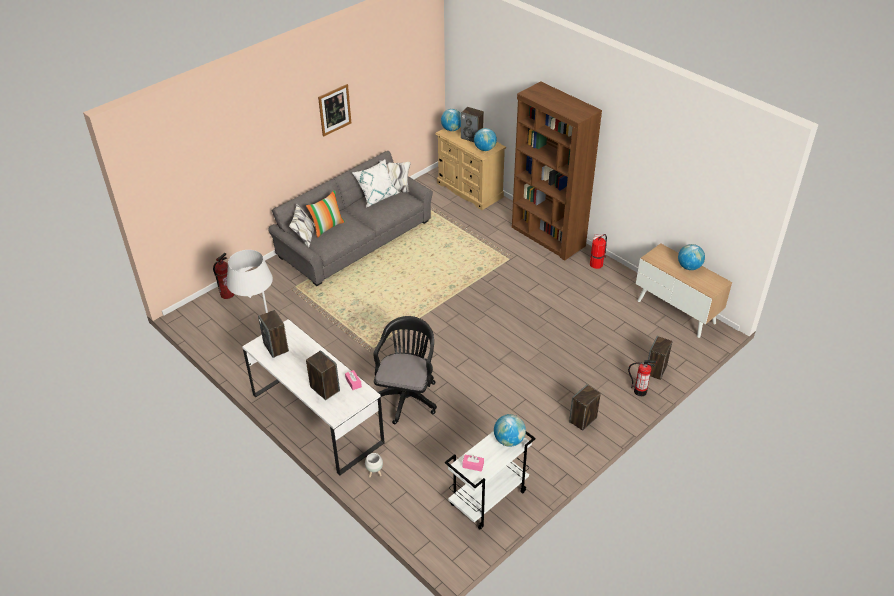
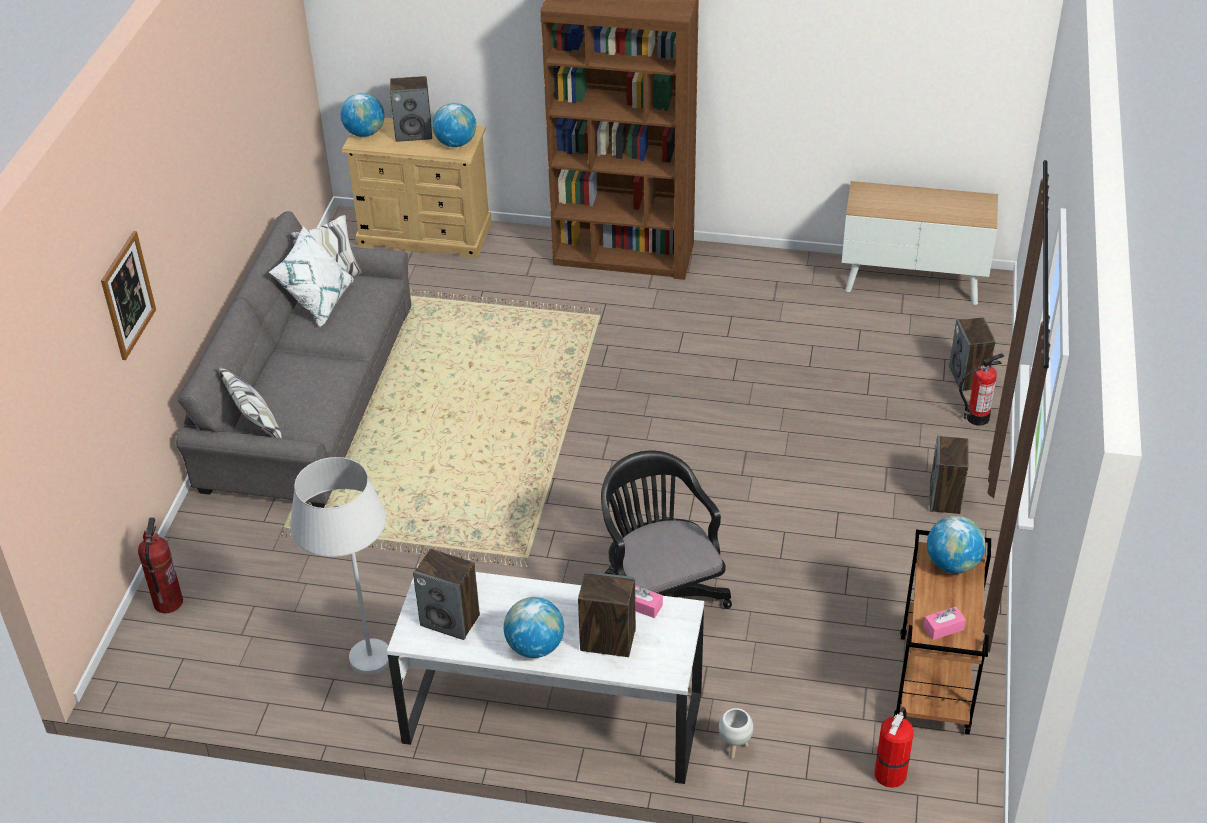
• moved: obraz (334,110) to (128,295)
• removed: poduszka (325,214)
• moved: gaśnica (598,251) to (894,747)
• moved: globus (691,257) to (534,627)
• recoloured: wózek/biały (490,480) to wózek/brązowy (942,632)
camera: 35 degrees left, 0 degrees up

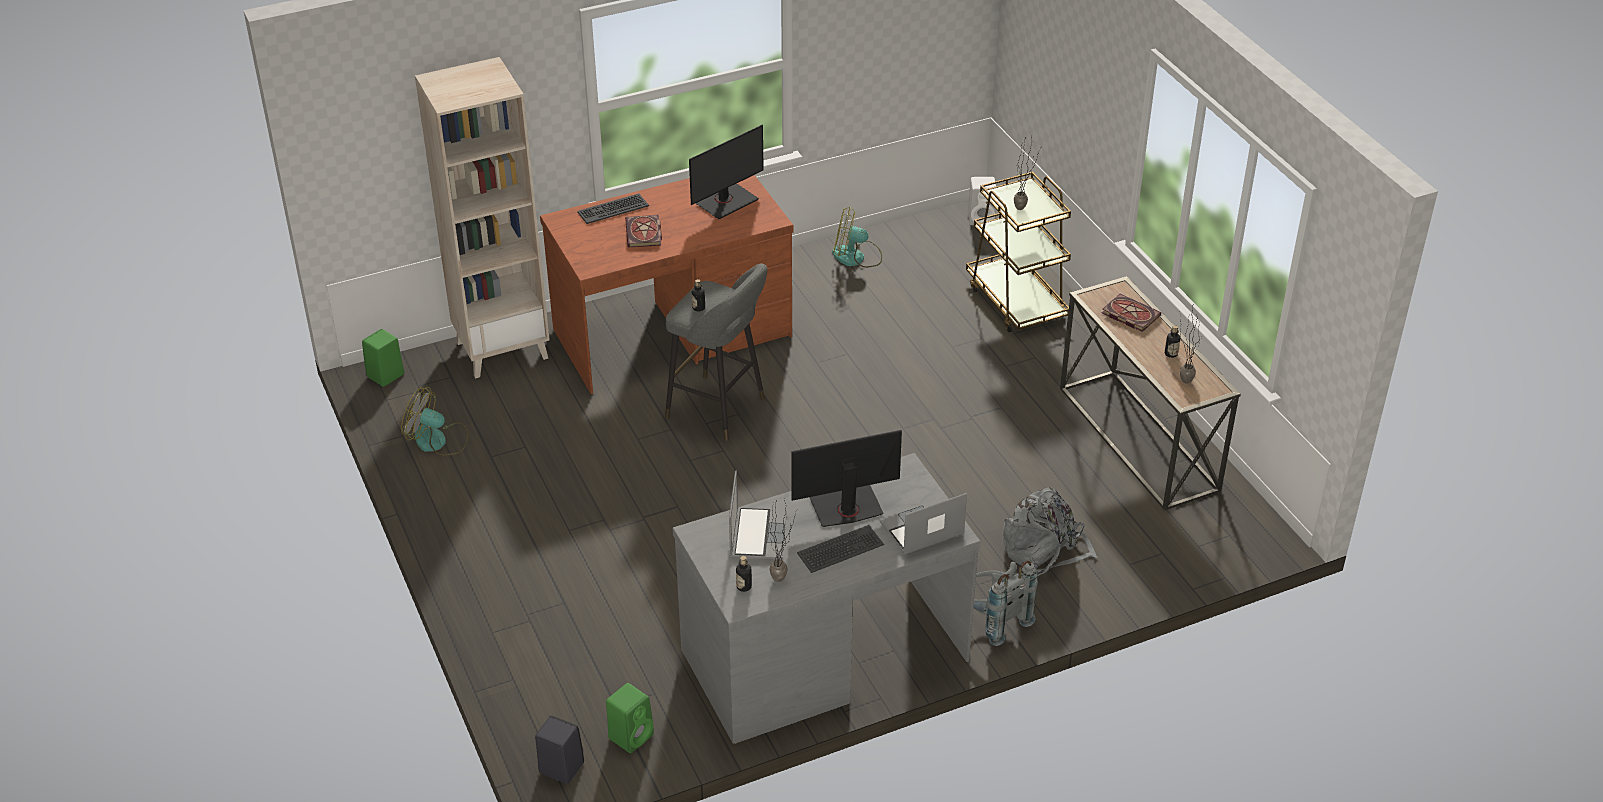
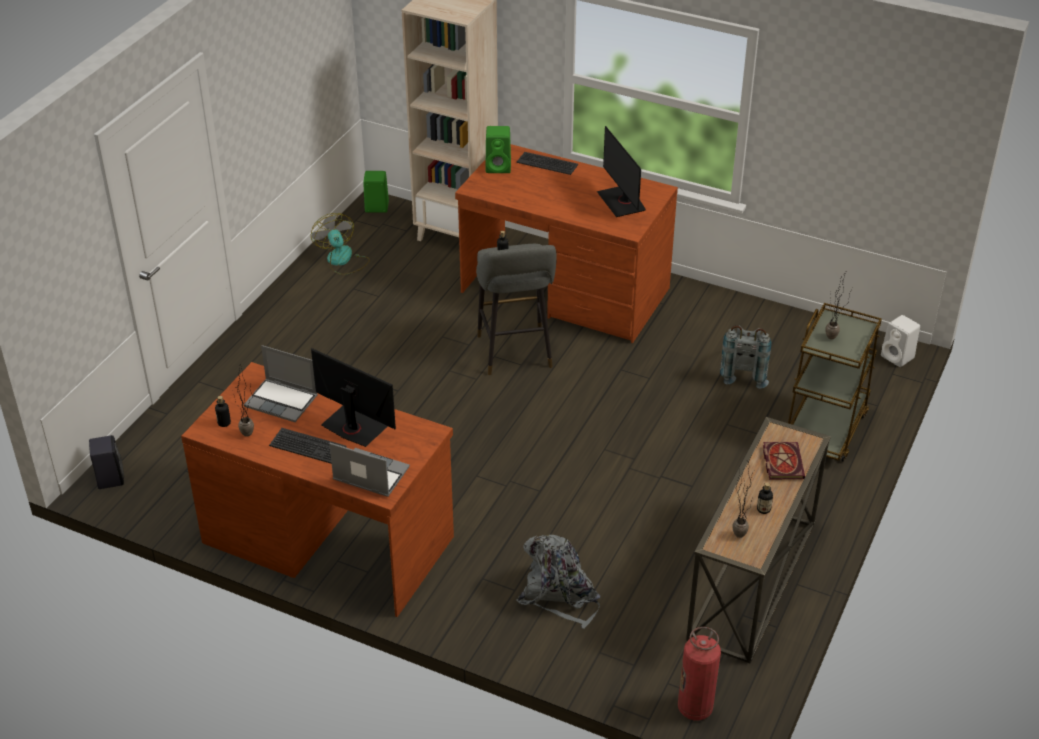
• turned: monitor (726,172) = (621,171) 60 degrees clockwise
• removed: wentylator (857,237)
• removed: książka (643,231)
• recoloured: biurko/szary (827,598) to biurko/brązowy (317,489)
• turned: laptop (758,515) = (281,383) 60 degrees clockwise
• moved: plecak/szary (1006,603) to (745,357)
• moved: głośnik/zielony (630,718) to (498,149)
• added: gaśnica (699,674)
camera: 50 degrees right, 0 degrees up

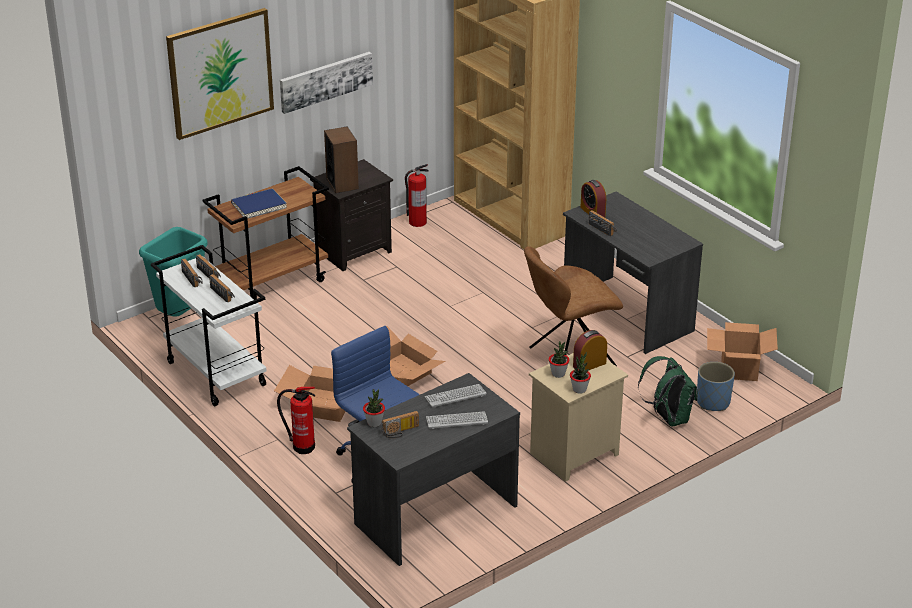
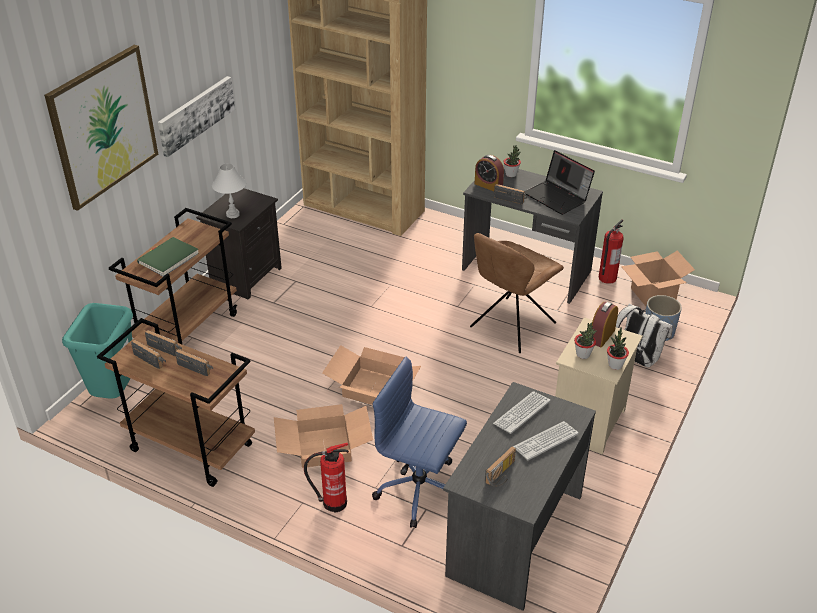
• replaced: głośnik (341,159) to lampa stołowa/biały (229,190)
• moved: gaśnica (417,195) to (611,251)
• recoloured: książka/niebieski (259,203) to książka/zielony (168,257)
• recoloured: wózek/biały (209,325) to wózek/brązowy (176,402)
• recoloured: plecak/zielony (668,391) to plecak/biały (644,335)
• moved: roślina doniczkowa (374,408) to (512,161)
• added: laptop (560,182)
camera: 25 degrees left, 5 degrees up

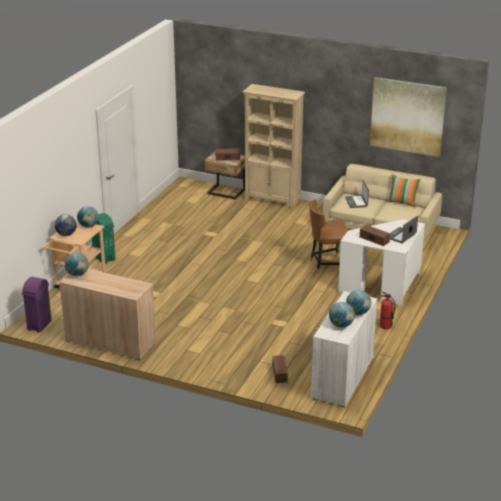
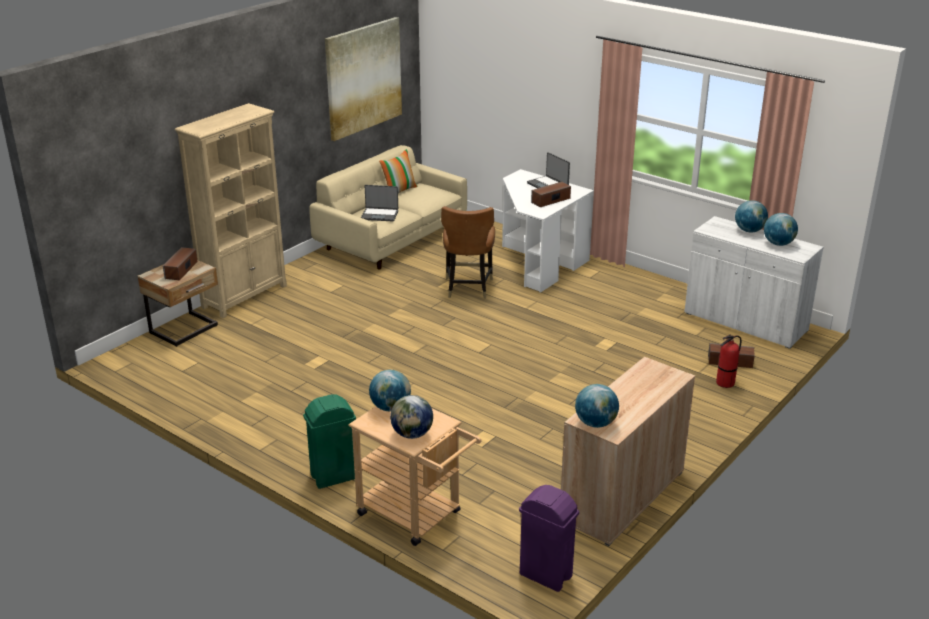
• moved: gaśnica (387,310) to (728,361)
camera: 75 degrees left, 0 degrees up

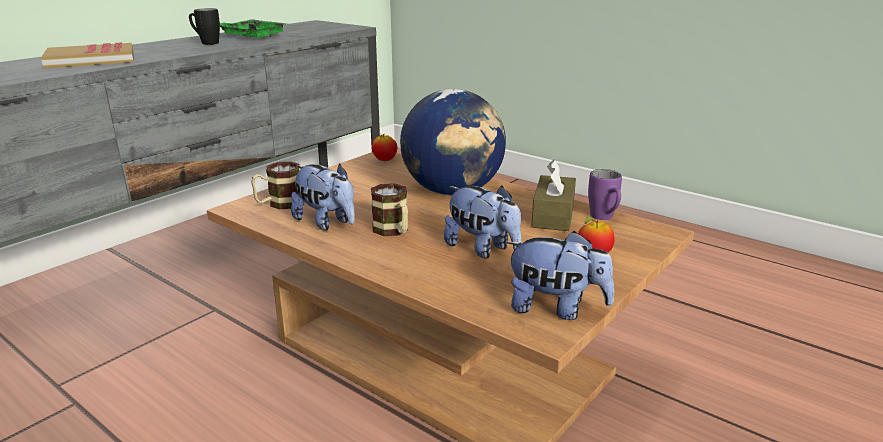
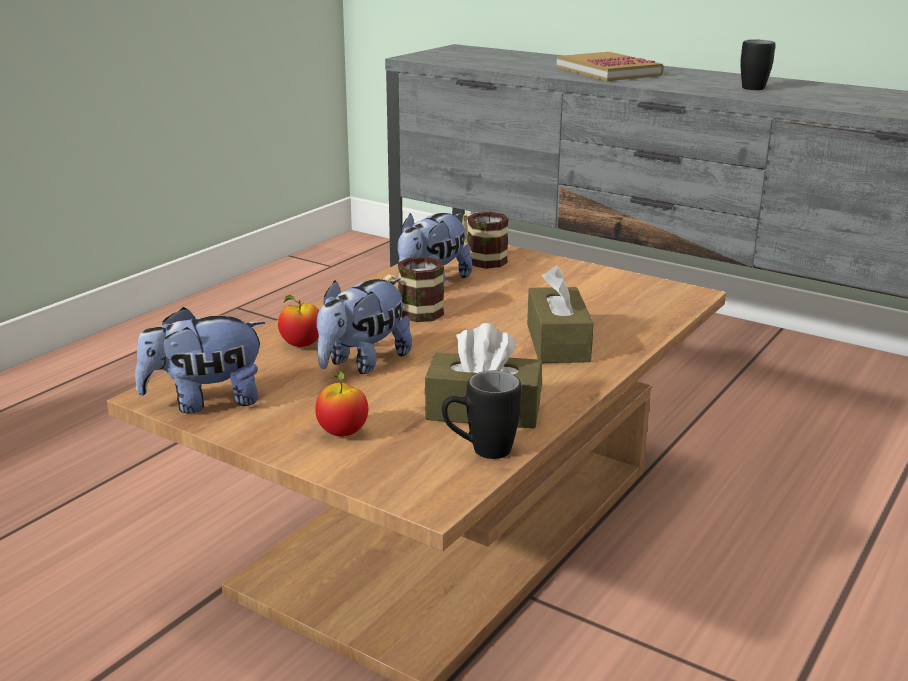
• removed: taca/zielony (253,28)
• replaced: globus (453,142) to pudełko chusteczek/brązowy (560,314)
• moved: jabłko (384,147) to (298,321)
• recoloured: kubek/fioletowy (605,194) to kubek/czarny (481,415)
• turned: pluszak (560,275) = (200,360) 60 degrees clockwise
camera: 85 degrees right, 0 degrees up

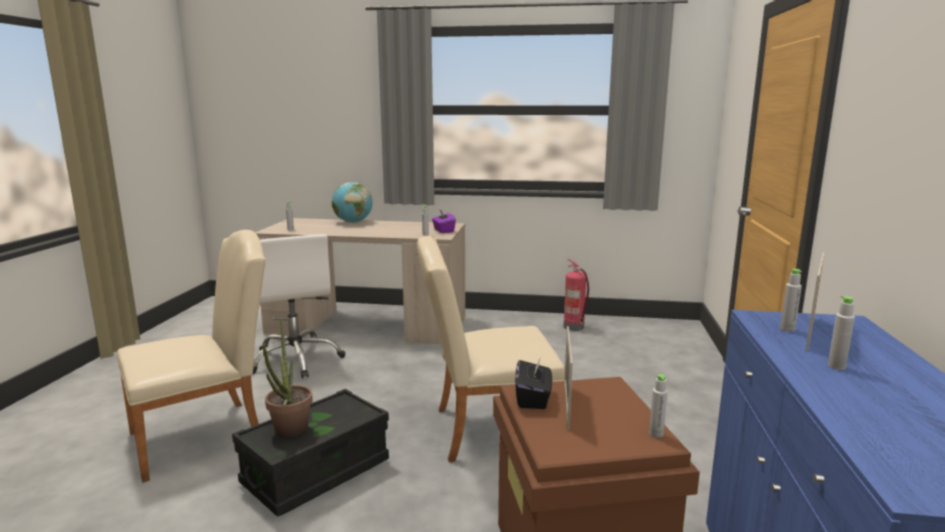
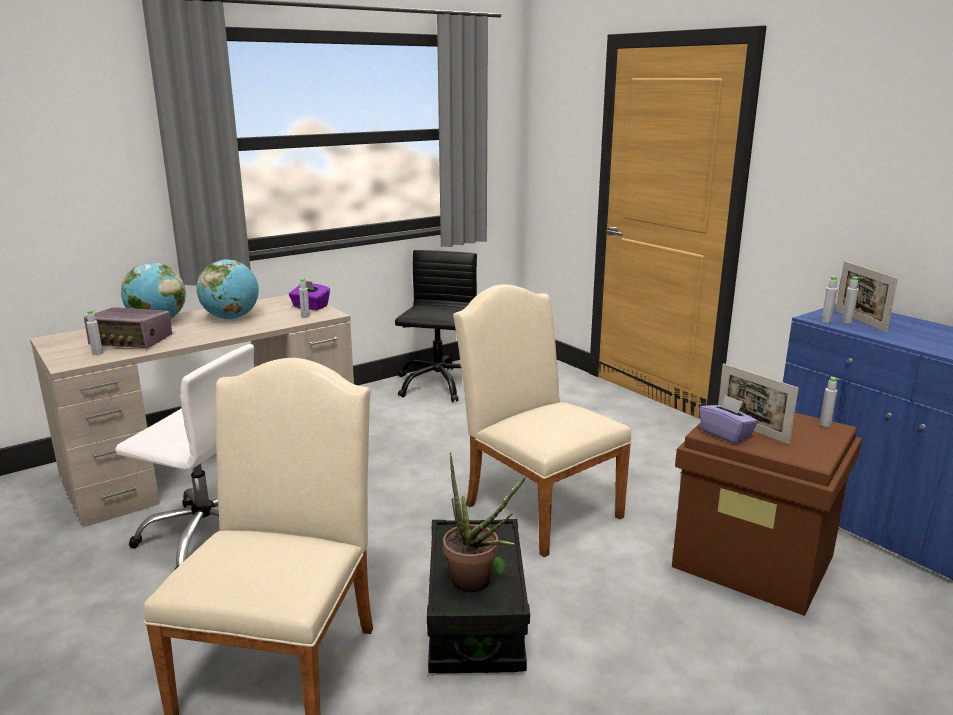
• turned: krzesło/beżowy (491,349) = (542,421) 105 degrees clockwise
• replaced: gaśnica (576,295) to krzesło biurowe/czarny (436,326)
• moved: butelka/szary (841,333) to (829,299)
• recoloured: pudełko chusteczek/czarny (533,384) to pudełko chusteczek/fioletowy (728,419)
• added: globus (228,289)
• added: radio (128,327)
camera: 45 degrees left, 5 degrees up

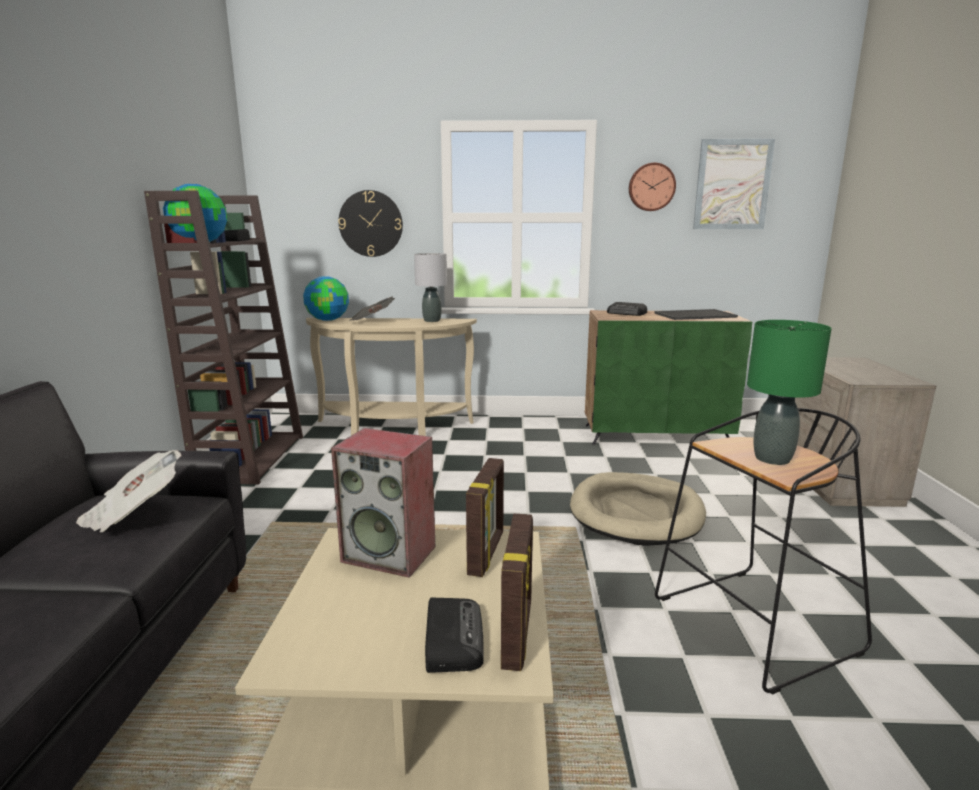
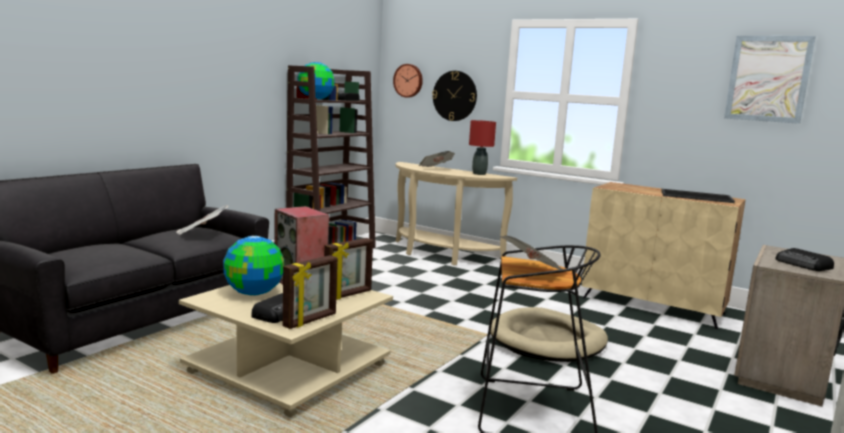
• moved: zegar ścienny (652,187) to (408,81)
• recoloured: lampa stołowa/szary (430,287) to lampa stołowa/czerwony (482,147)
• moved: globus (326,298) to (253,266)
• moved: radio (627,309) to (804,259)
• recoloured: szafka/zielony (668,377) to szafka/beżowy (664,255)
• replaced: lampa stołowa/zielony (789,392) to gazeta (531,252)
camera: 30 degrees right, 5 degrees down

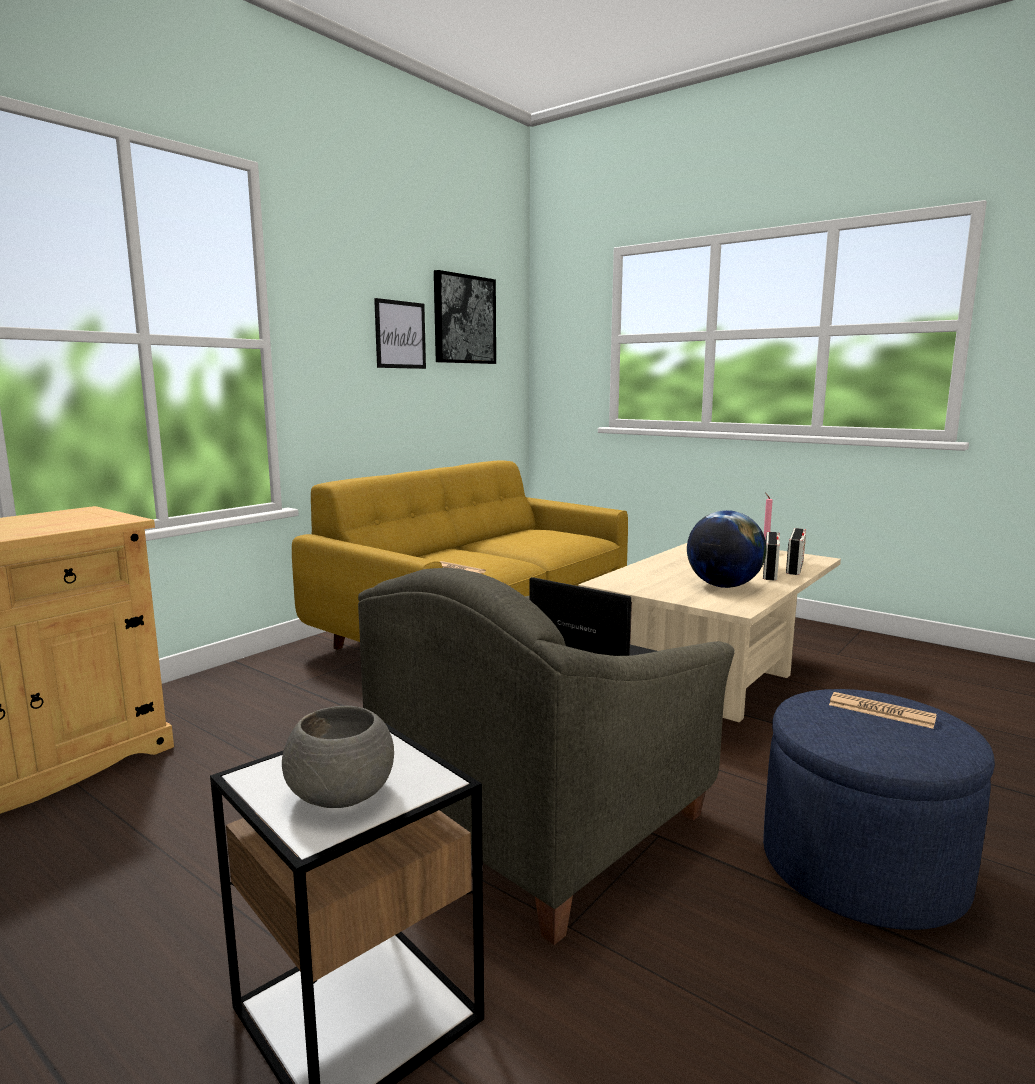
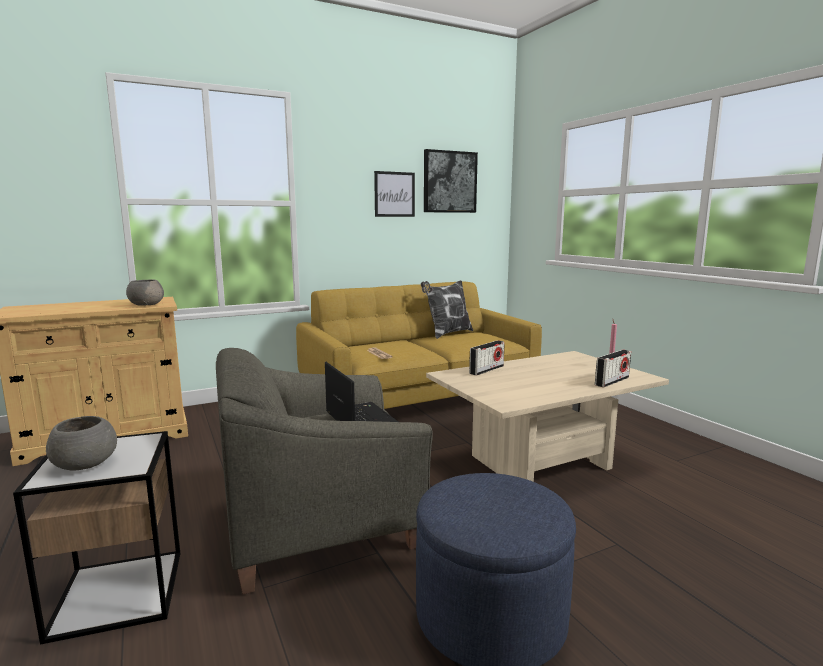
• removed: globus (727,549)
• moved: radio (771,556) to (487,358)
• removed: gazeta (883,710)
• added: miska/szary (145,293)
• added: poduszka (447,309)
camera: 25 degrees right, 0 degrees up

